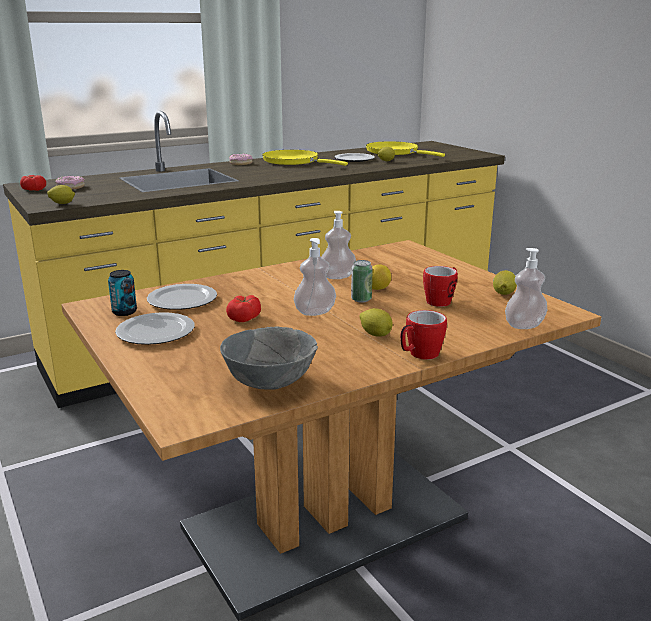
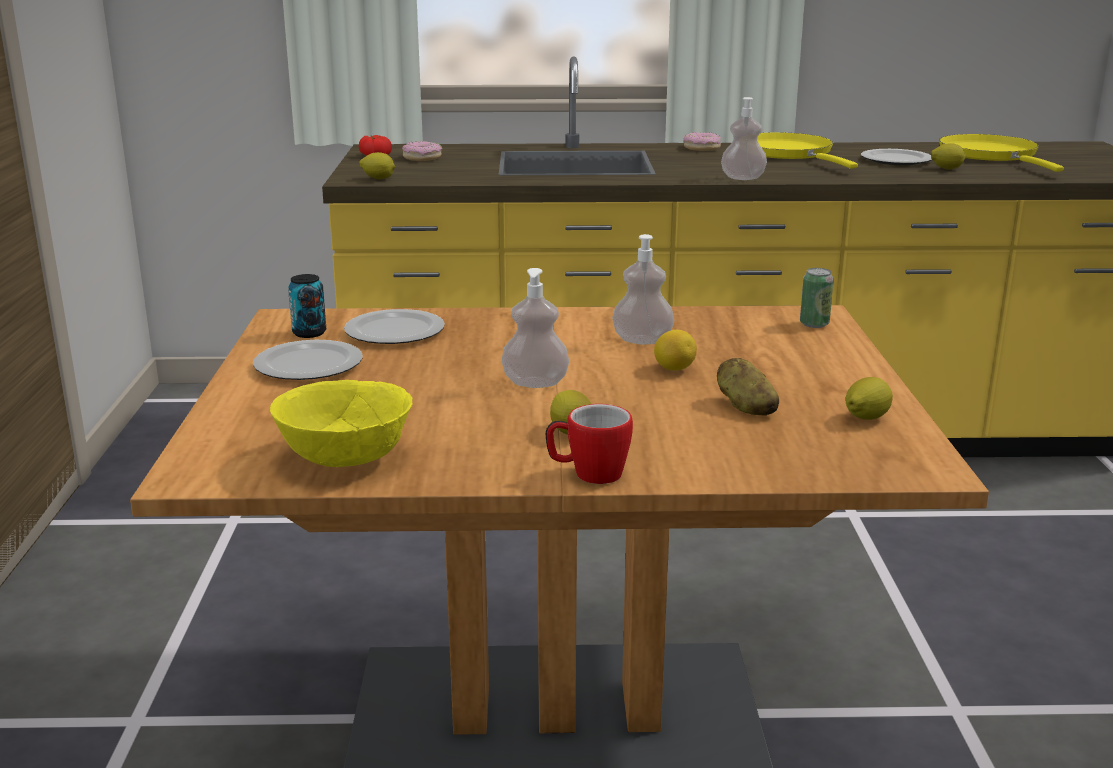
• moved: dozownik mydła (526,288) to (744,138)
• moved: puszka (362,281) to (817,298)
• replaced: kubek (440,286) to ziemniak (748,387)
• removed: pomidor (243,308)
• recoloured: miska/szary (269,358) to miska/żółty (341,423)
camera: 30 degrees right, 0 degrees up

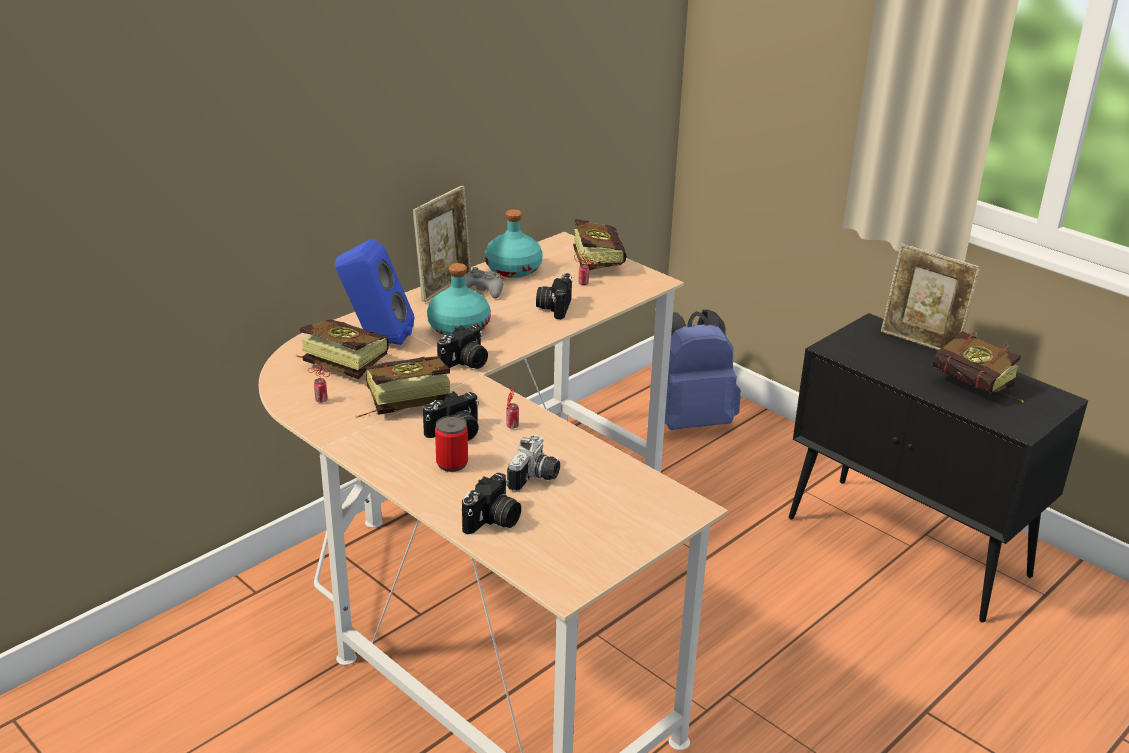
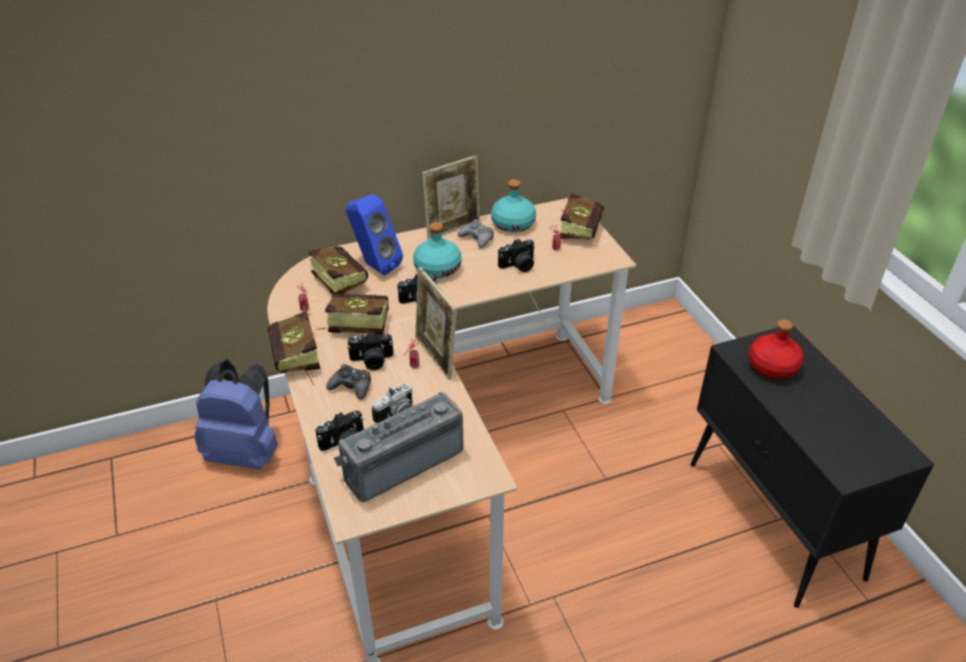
• moved: ramka na zdjęcie (931,296) to (436,323)
• turned: aparat fotograficzny (554,296) = (516,255) 150 degrees counterclockwise
• moved: plecak/niebieski (703,370) to (236,414)
• moved: książka (978,367) to (294,348)
• replaced: puszka (451,444) to pad do gier/czarny (348,382)
• added: butelka/czerwony (776,349)
• added: radio (399,447)
camera: 25 degrees right, 10 degrees up

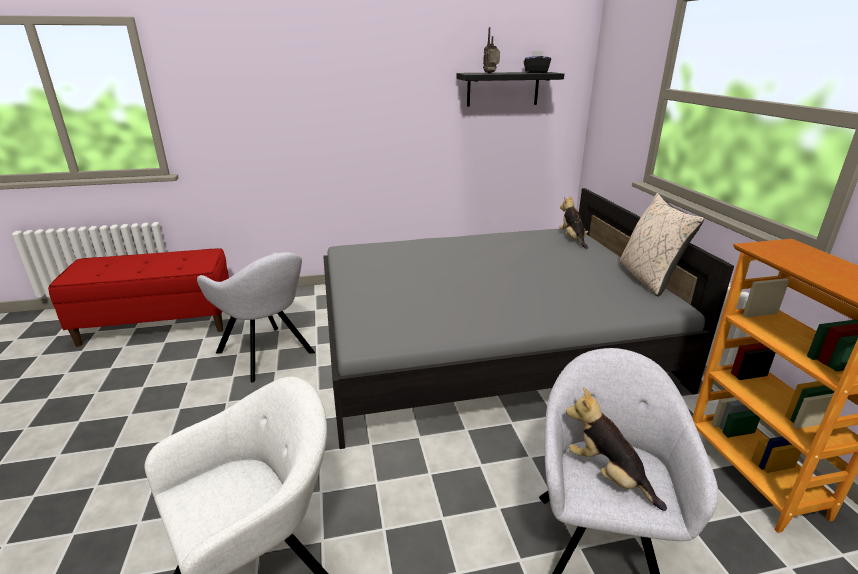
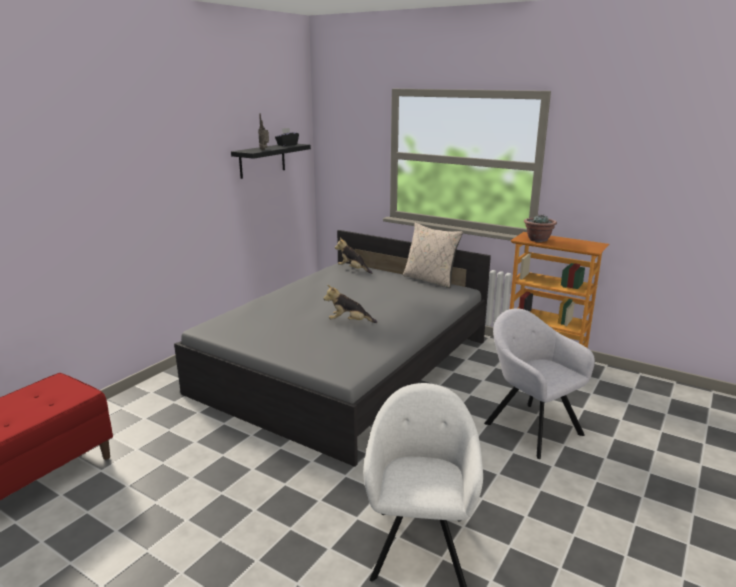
• removed: fotel/szary (256,317)
• moved: pluszak (616,449) to (350,304)
• added: roślina doniczkowa (540,228)
camera: 45 degrees left, 5 degrees down

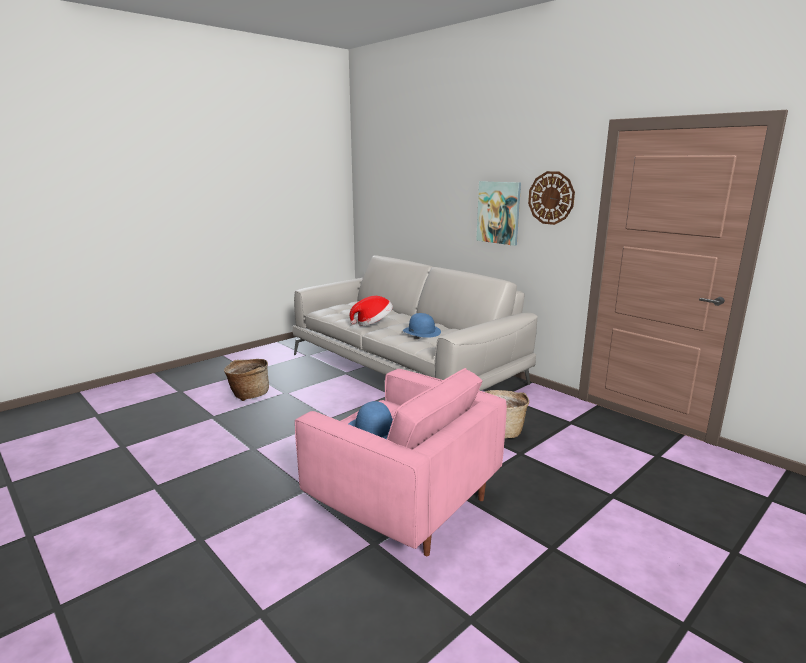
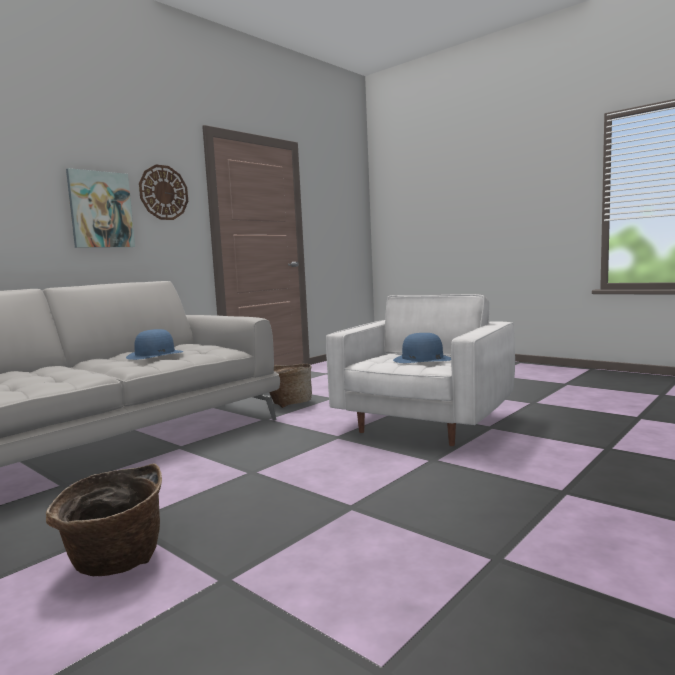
• removed: kapelusz (371,311)
• recoloured: fotel/różowy (401,462) to fotel/biały (420,370)
camera: 95 degrees left, 10 degrees down

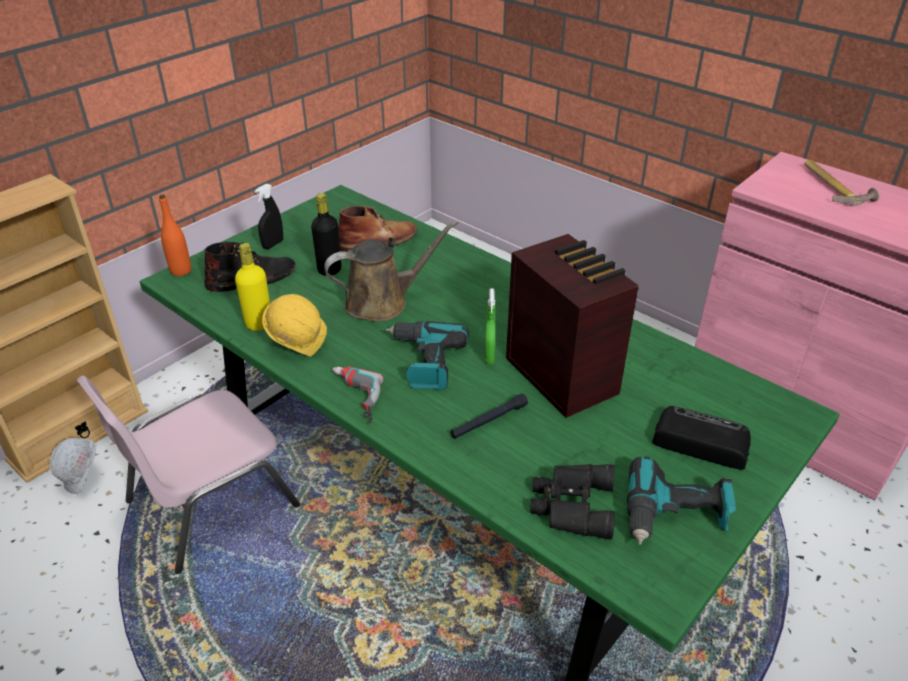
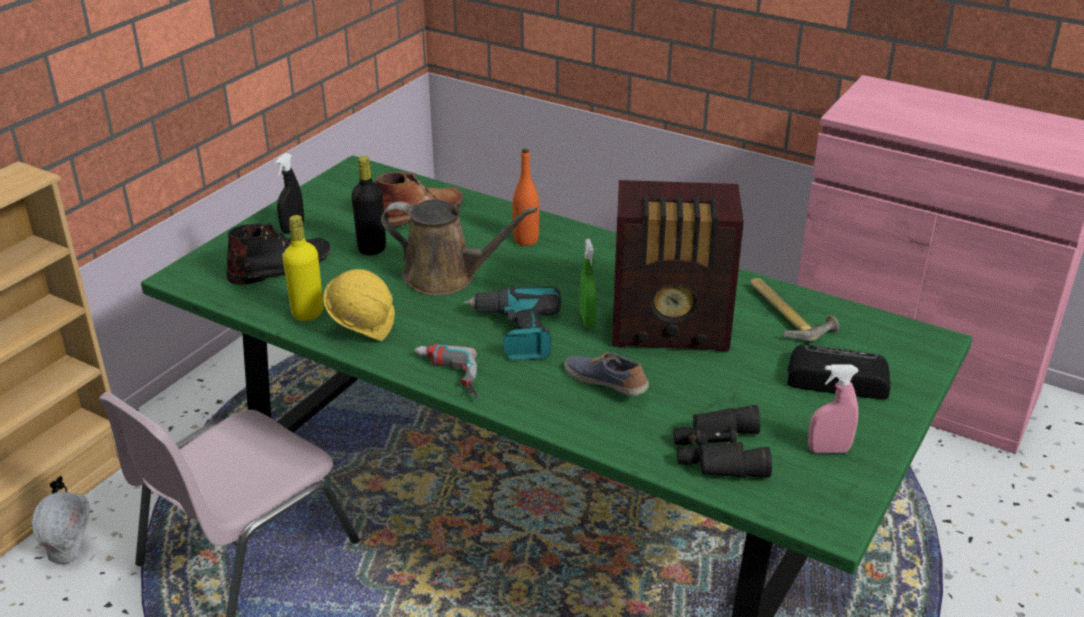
• moved: młotek (841,183) to (794,309)
• moved: butelka/pomarańczowy (175,235) to (525,197)
• turned: konewka/brązowy (391,271) = (459,247) 45 degrees clockwise
• turned: radio (572,326) = (678,265) 135 degrees clockwise
• replaced: latarka/czarny (489,416) to but (606,374)
• replaced: wiertarka (681,500) to spryskiwacz/różowy (833,409)
camera: 10 degrees left, 5 degrees down

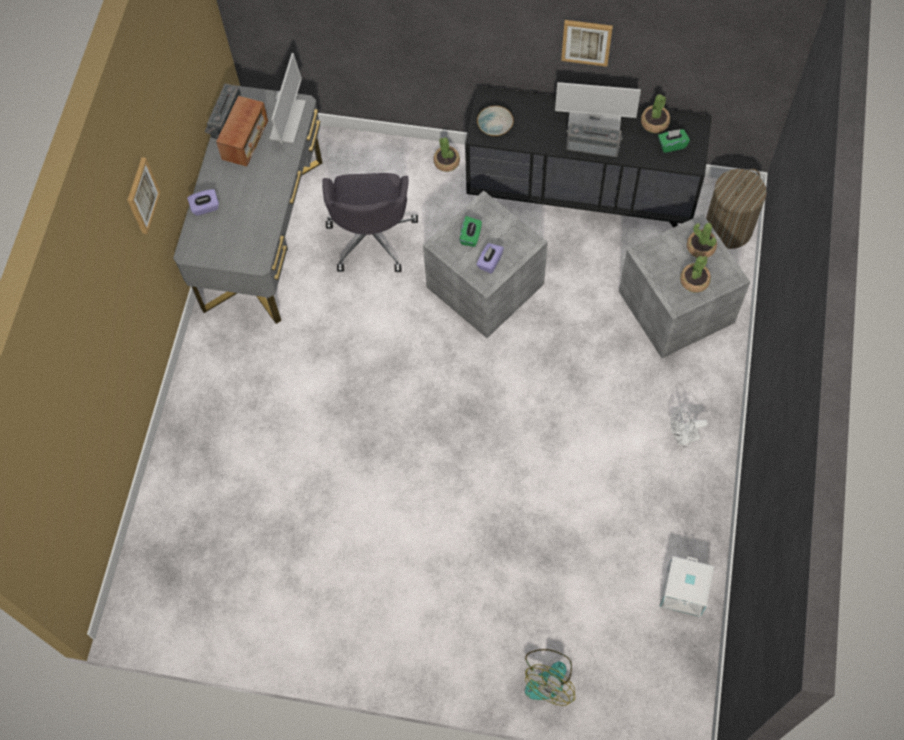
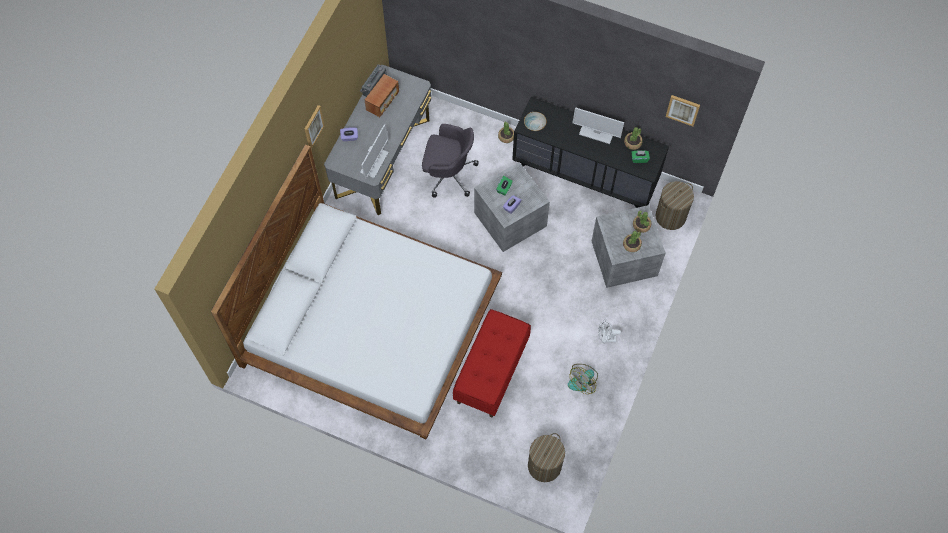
• moved: obraz (587,43) to (683,110)
• moved: monitor (287,98) to (374,151)
• removed: radio (594,140)
• turned: krzesło biurowe/szary (370,222) = (450,161) 90 degrees counterclockwise
• removed: pojemnik do przechowywania/biały (686,586)
• moved: wentylator (550,677) to (583,379)
• added: łóżko/biały (356,291)
• added: ławka/czerwony (492,363)
• added: kosz na pranie (546,457)
camera: 10 degrees right, 0 degrees up

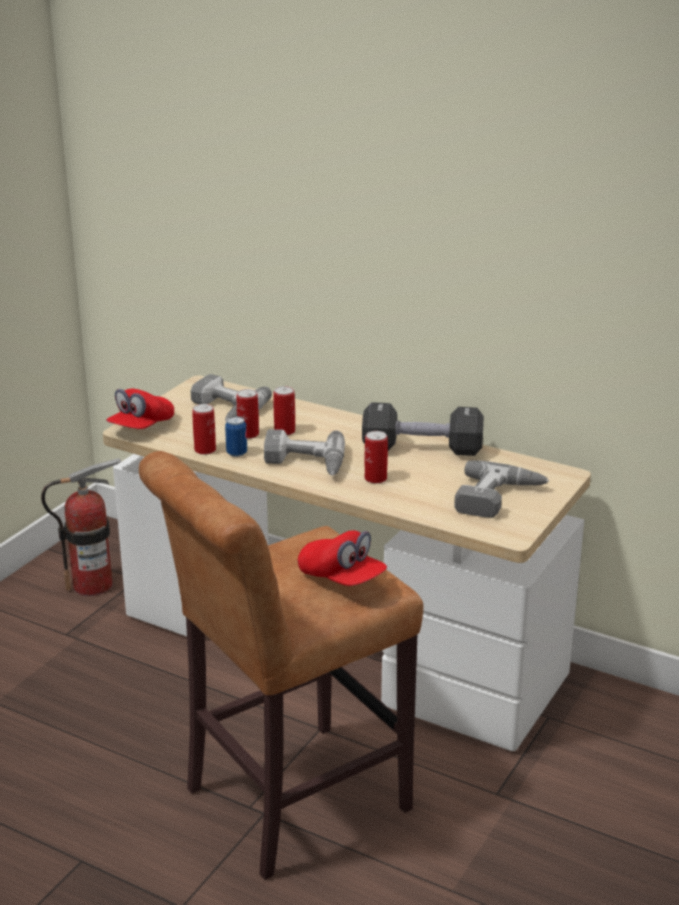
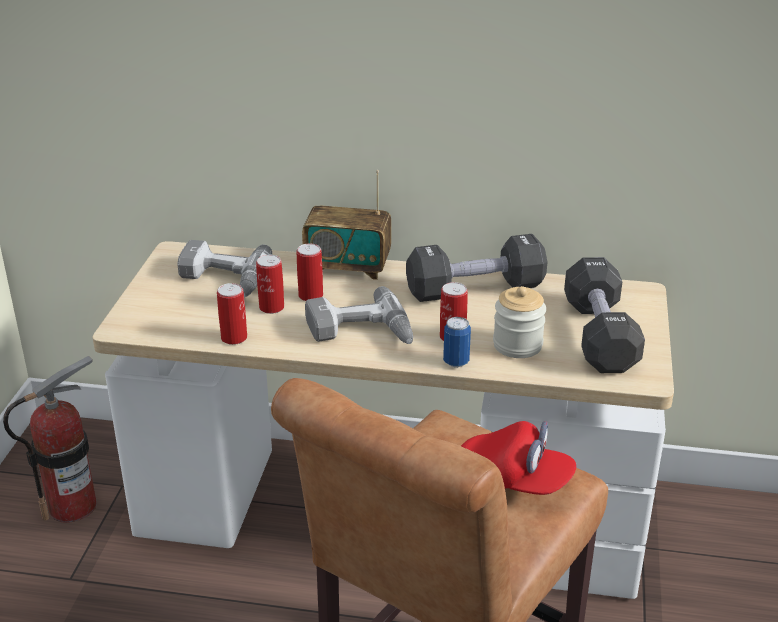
• removed: czapka z daszkiem/czerwony (140,409)
• moved: puszka (236,436) to (457,342)
• replaced: wiertarka (501,489) to hantel/czarny (604,315)
• added: radio (346,225)
• added: słoik (519,322)
camera: 20 degrees left, 5 degrees up

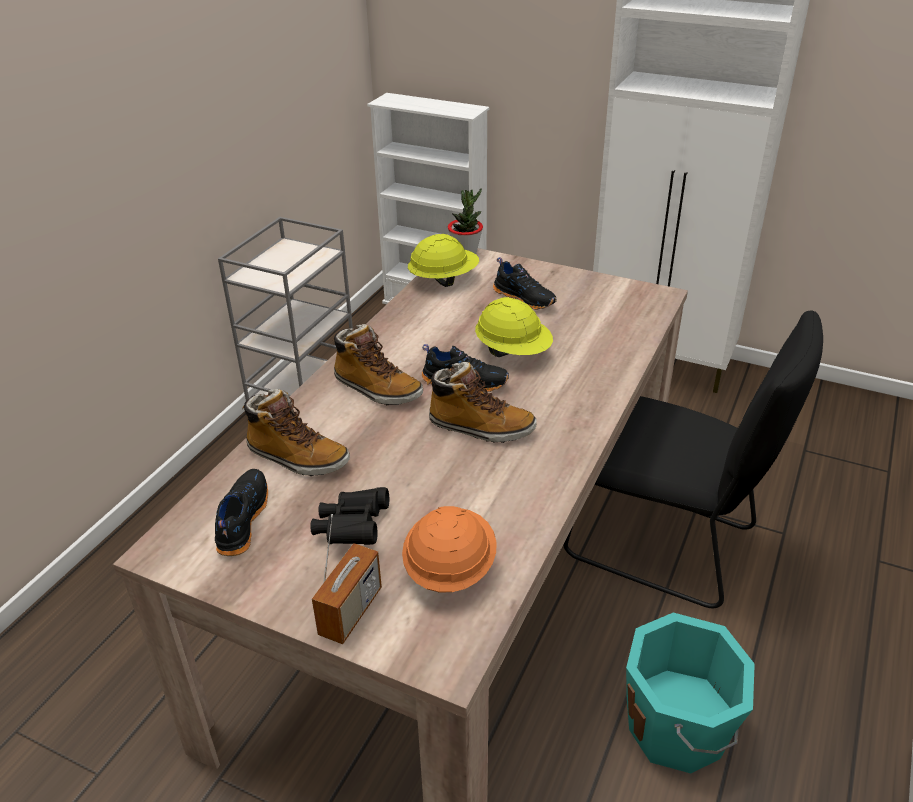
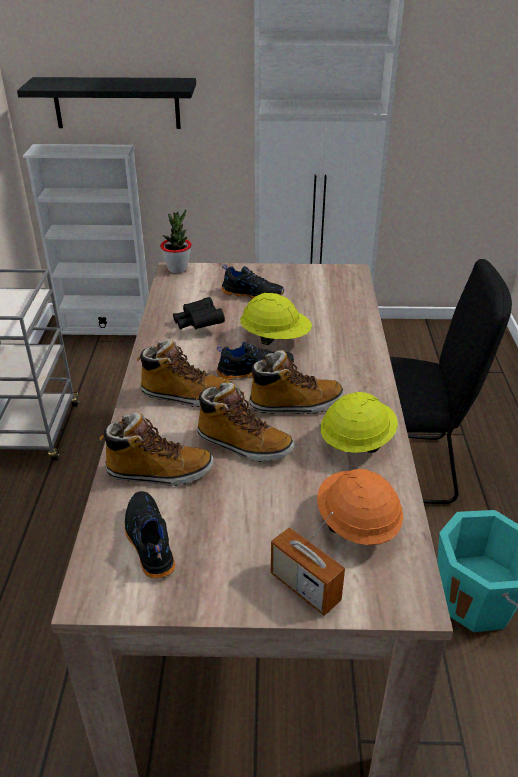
• moved: kask/żółty (443,260) to (359,422)
• moved: lornetka/czarny (349,516) to (199,313)
• turned: radio (347,579) = (308,564) 135 degrees clockwise
• added: półka/czarny (106,103)
• added: but z cholewką (245,422)
camera: 25 degrees left, 0 degrees up

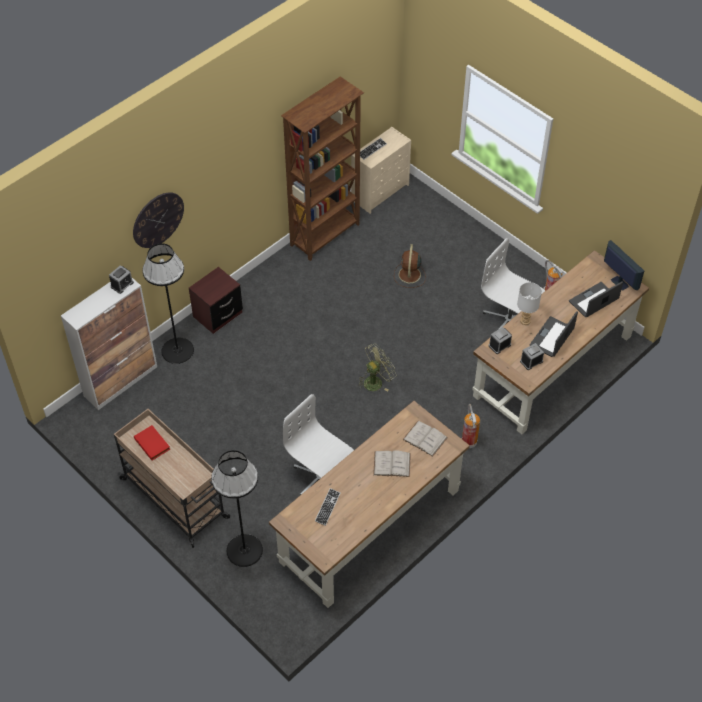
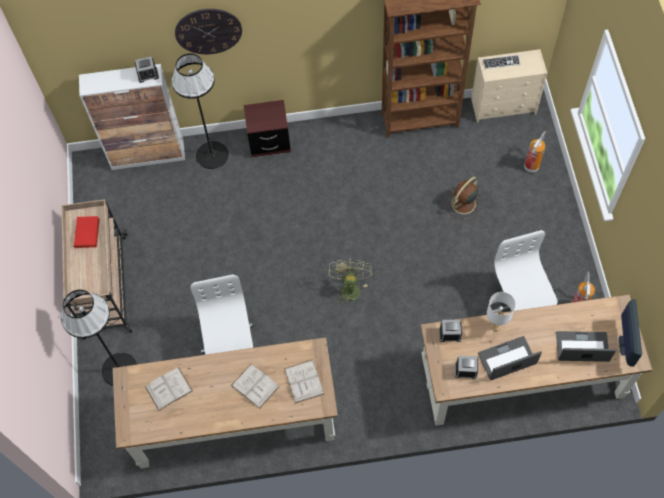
• turned: wentylator/zielony (378,368) = (350,282) 90 degrees counterclockwise
• moved: gaśnica (471,426) to (535,152)
• replaced: klawiatura (327,507) to książka/biały (169,389)
camera: 40 degrees right, 10 degrees up

